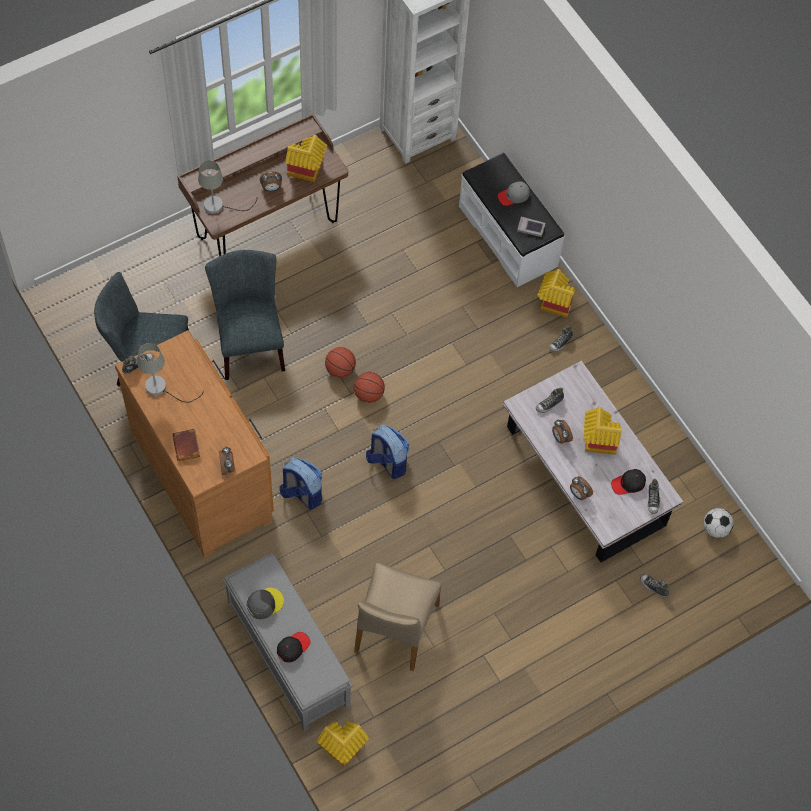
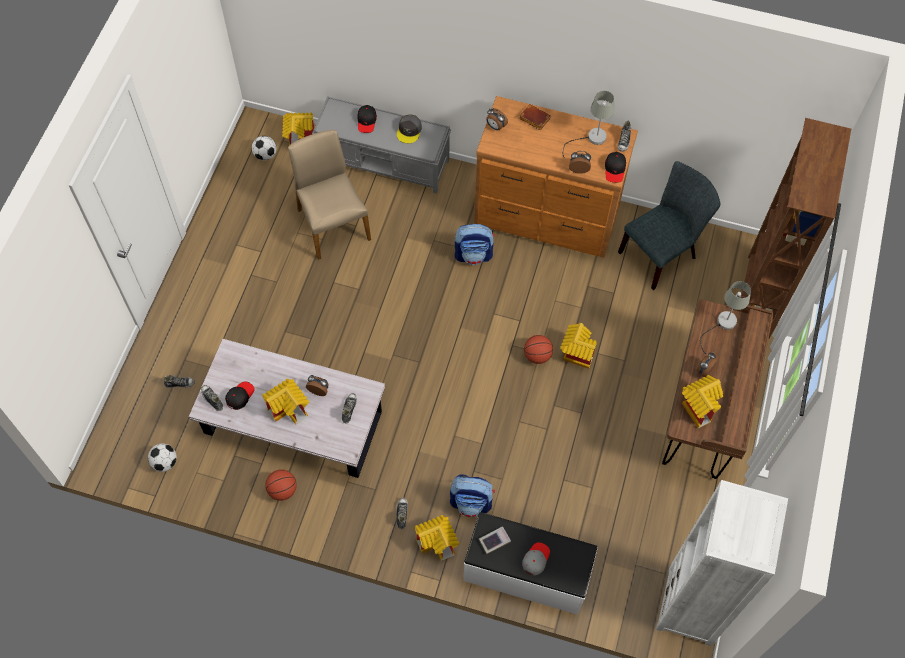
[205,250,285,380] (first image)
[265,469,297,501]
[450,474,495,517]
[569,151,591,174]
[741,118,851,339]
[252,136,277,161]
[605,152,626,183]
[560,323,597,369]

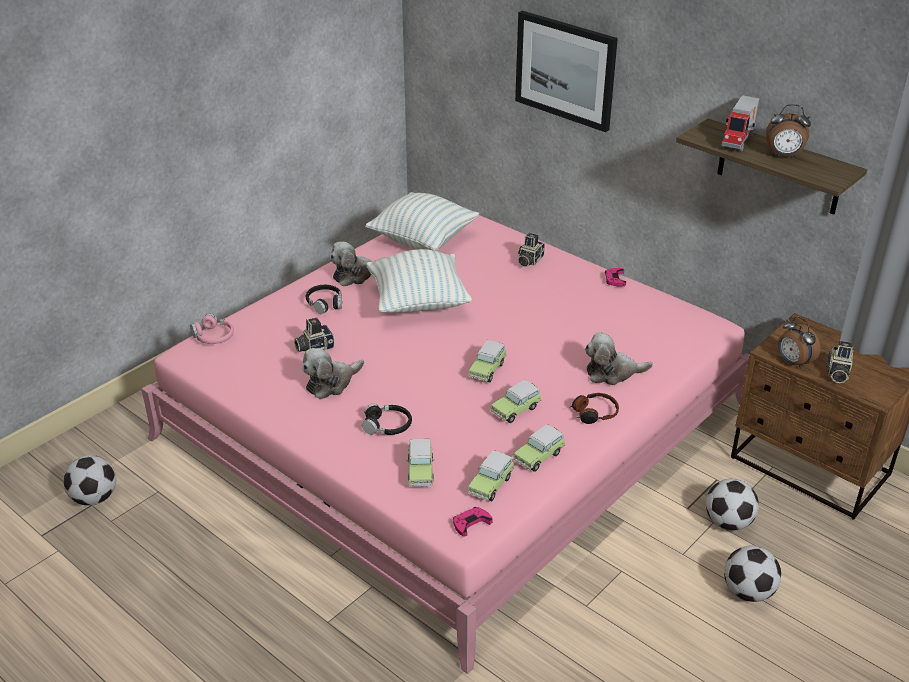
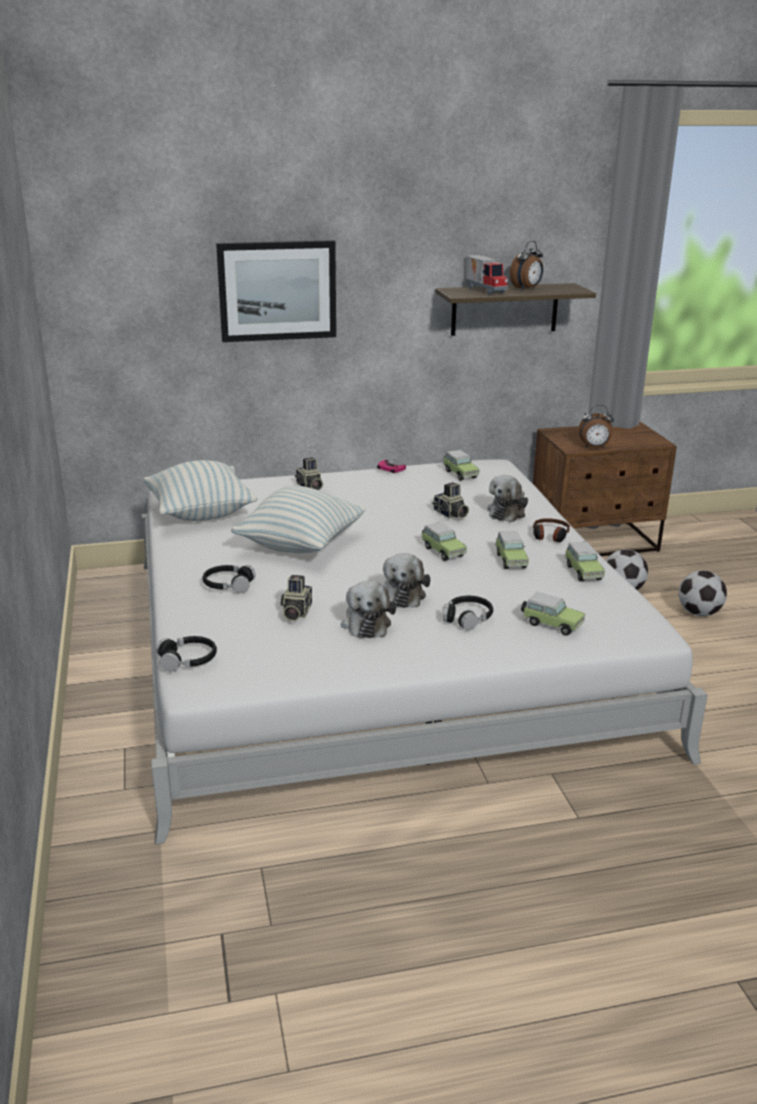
[142,459,708,845]
[383,553,430,608]
[156,636,217,672]
[432,482,469,519]
[443,450,479,481]
[63,455,116,506] (first image)
[453,507,493,536] (first image)

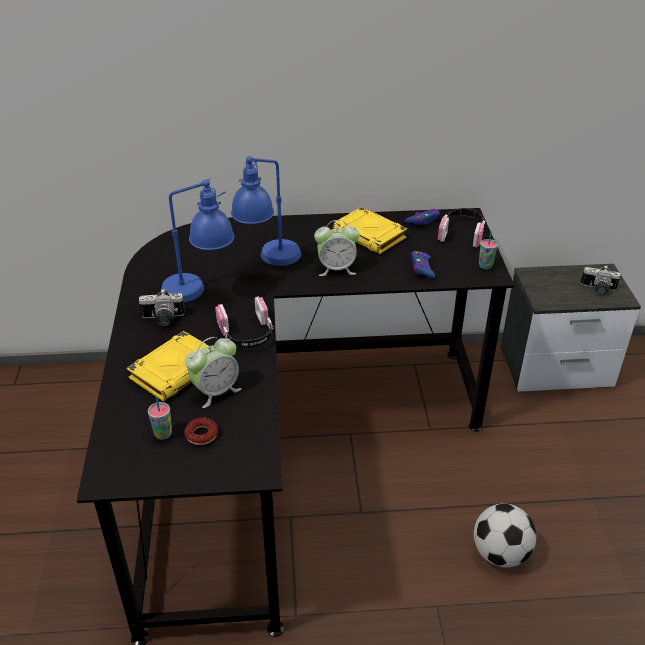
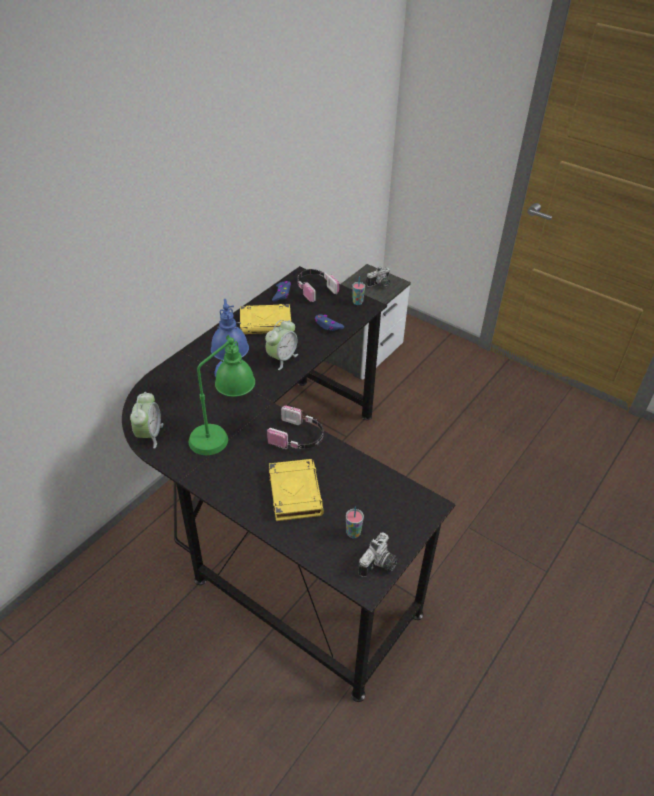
[189,335,255,455]
[358,533,398,577]
[130,392,163,448]
[184,417,218,445] (first image)
[474,503,536,568] (first image)

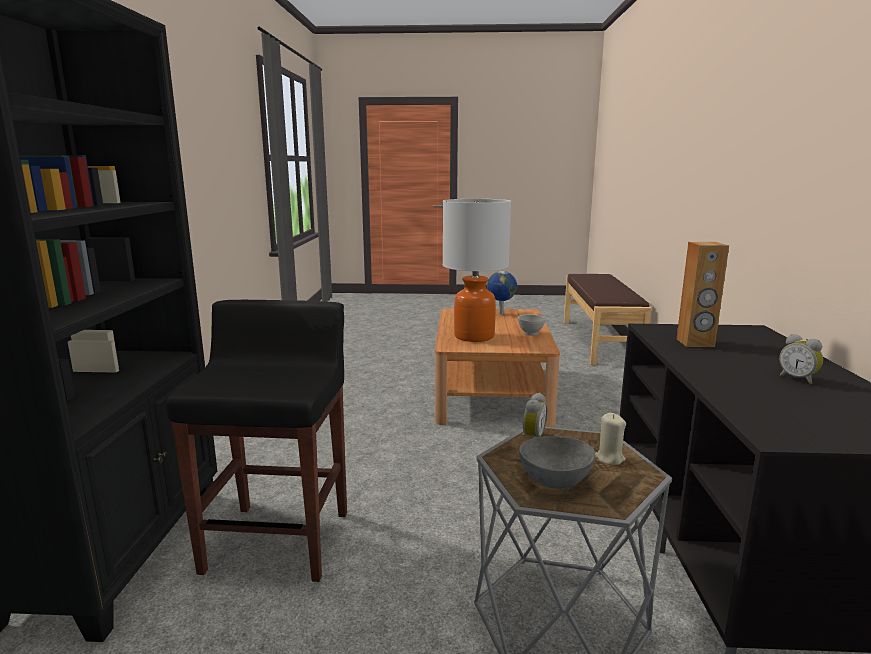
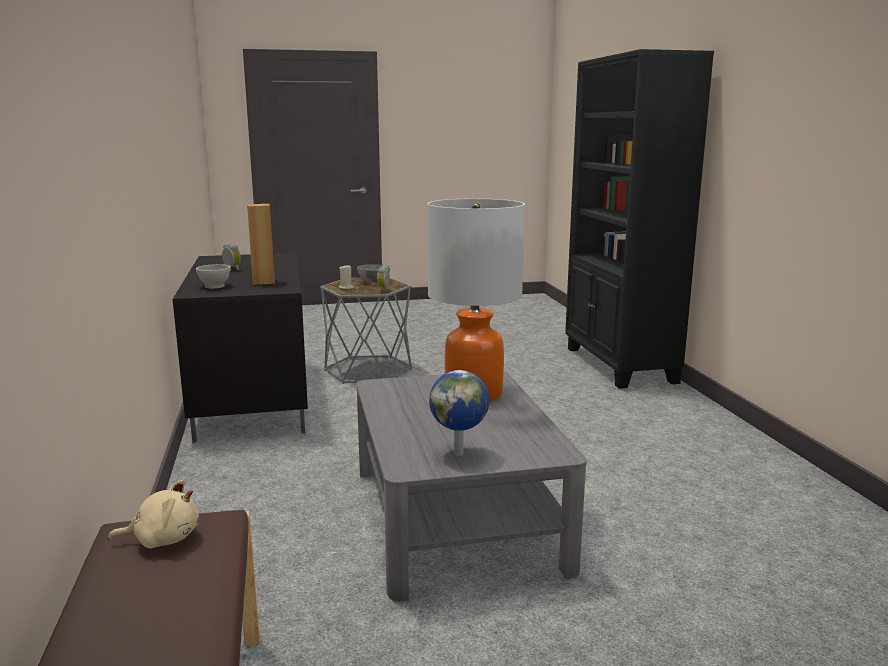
[166,300,347,582] (first image)
[356,371,587,602]
[196,264,231,289]
[108,480,199,548]

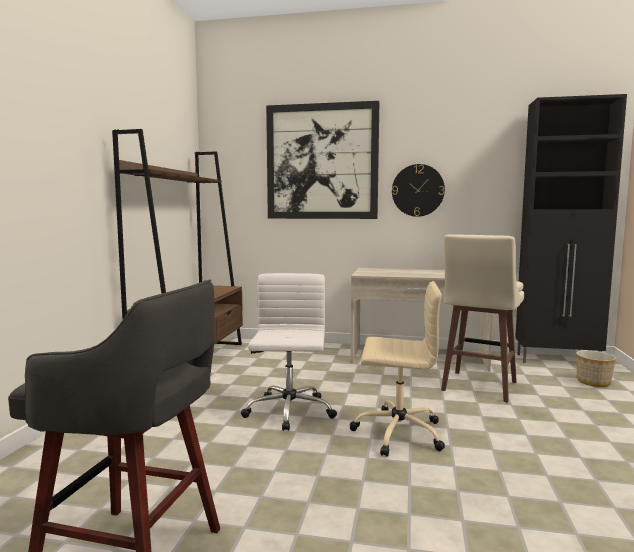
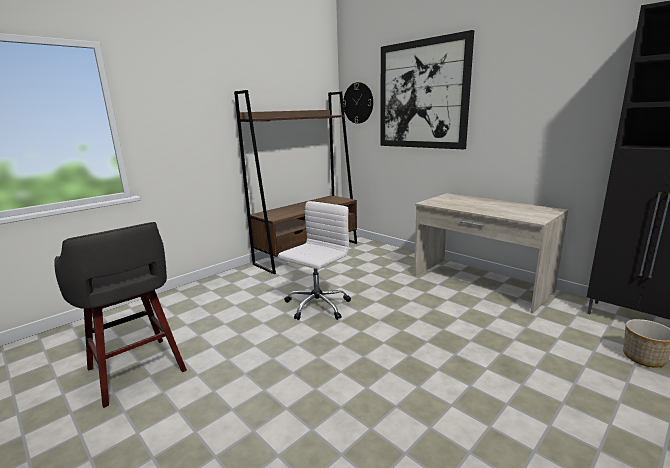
[343,82,373,124]
[441,234,524,403] (first image)
[350,281,445,457] (first image)

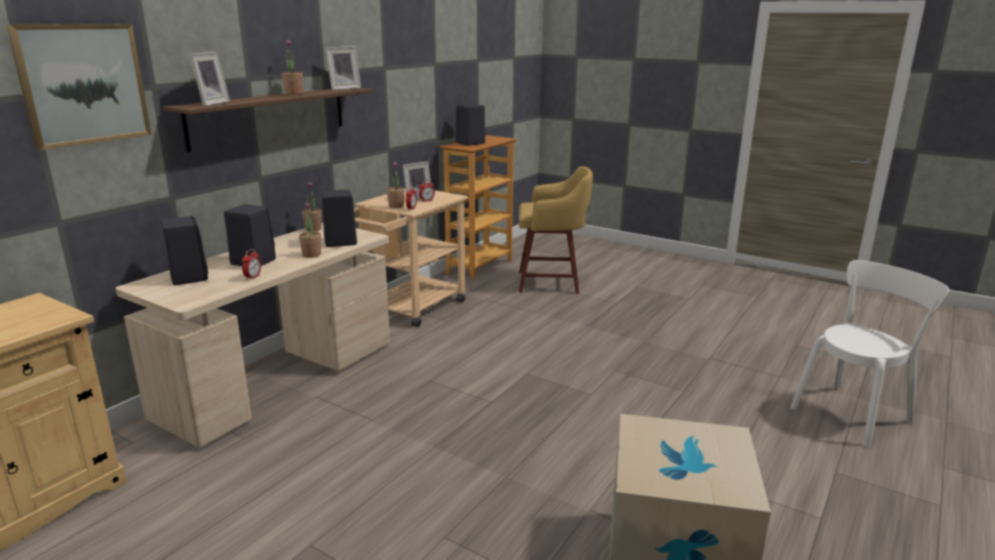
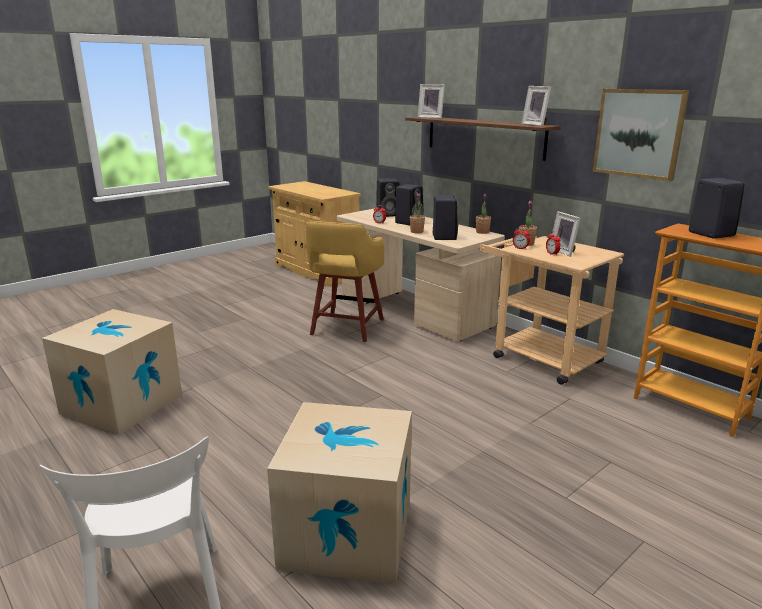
[593,89,689,181]
[281,40,303,95] (first image)
[306,221,384,342]
[267,402,412,585]

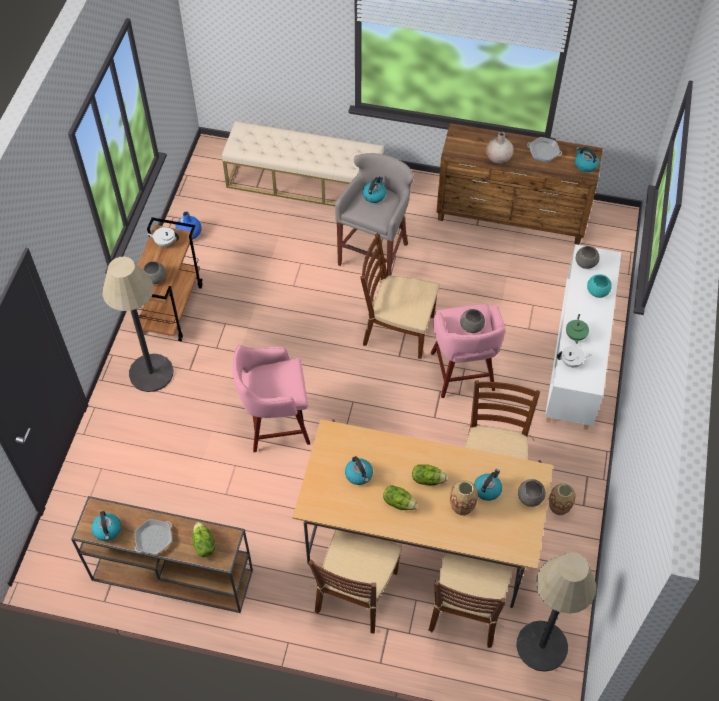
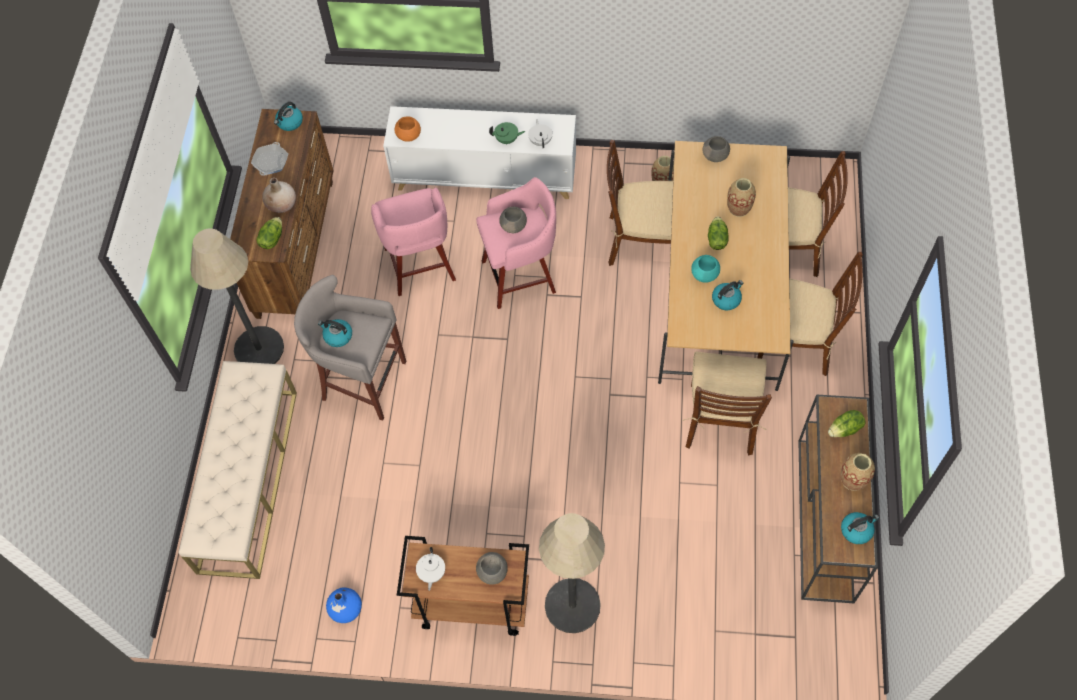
[682,352,772,455]
[395,116,421,142]
[691,255,720,283]
[371,188,456,296]
[474,469,502,501] (first image)
[256,217,282,249]
[841,453,875,491]
[190,229,284,364]

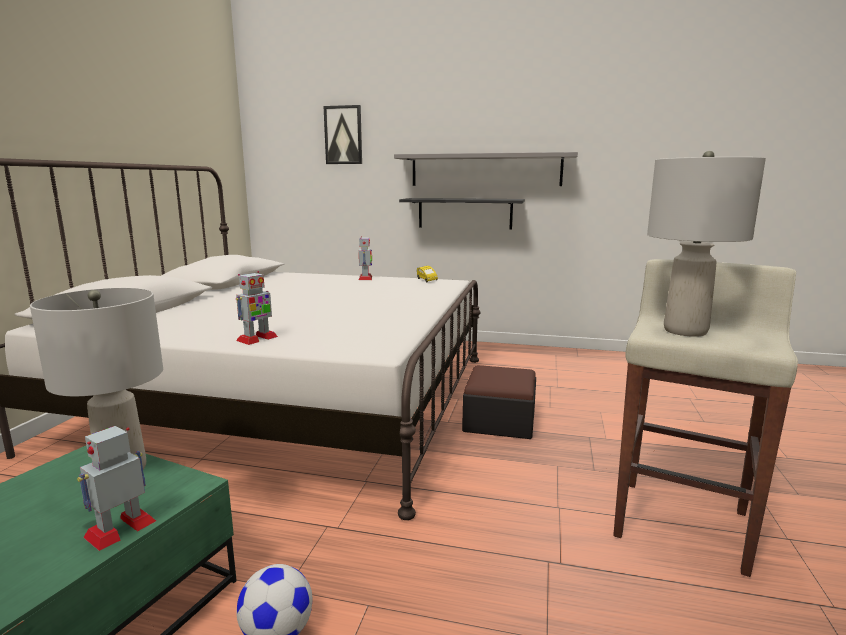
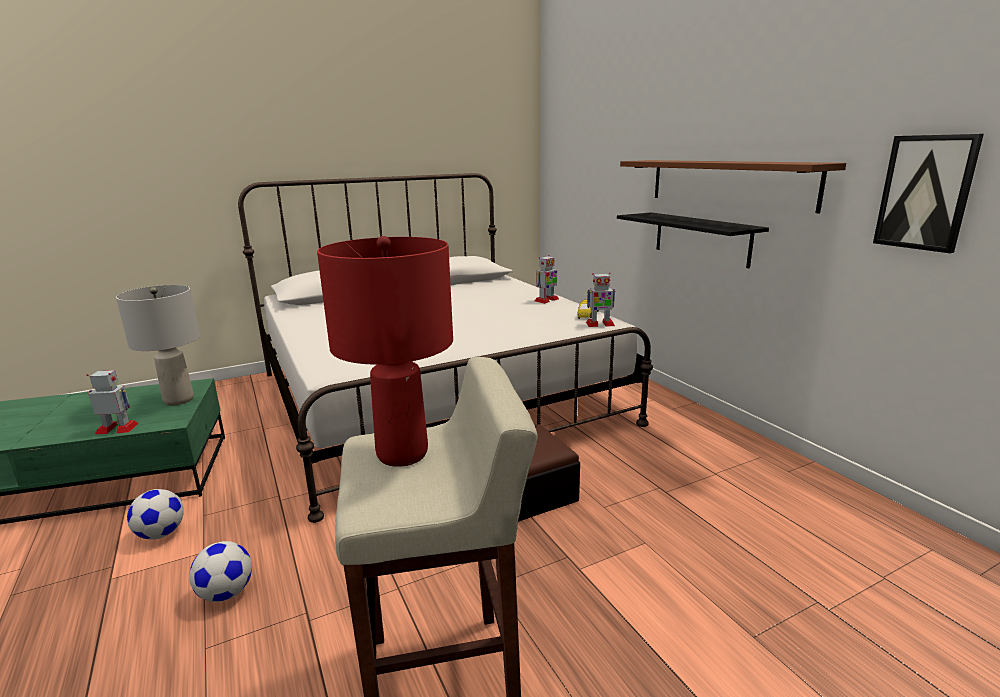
[873,134,984,253]
[317,236,453,467]
[620,160,846,214]
[586,273,616,327]
[189,541,252,602]

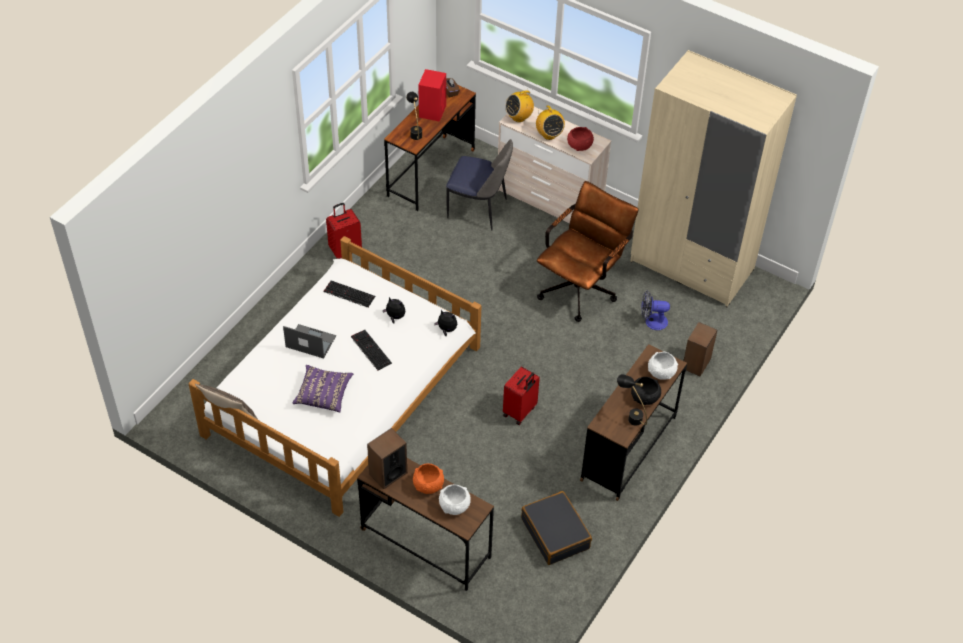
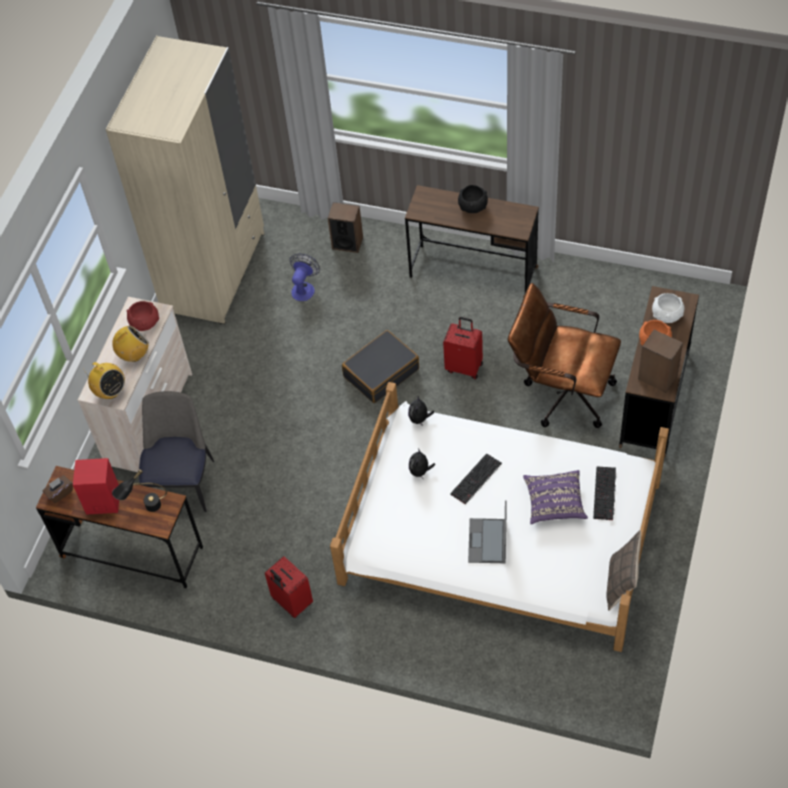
[507,283,621,428]
[593,466,616,520]
[290,253,320,301]
[648,352,678,380] (first image)
[617,374,647,426] (first image)
[342,330,419,403]

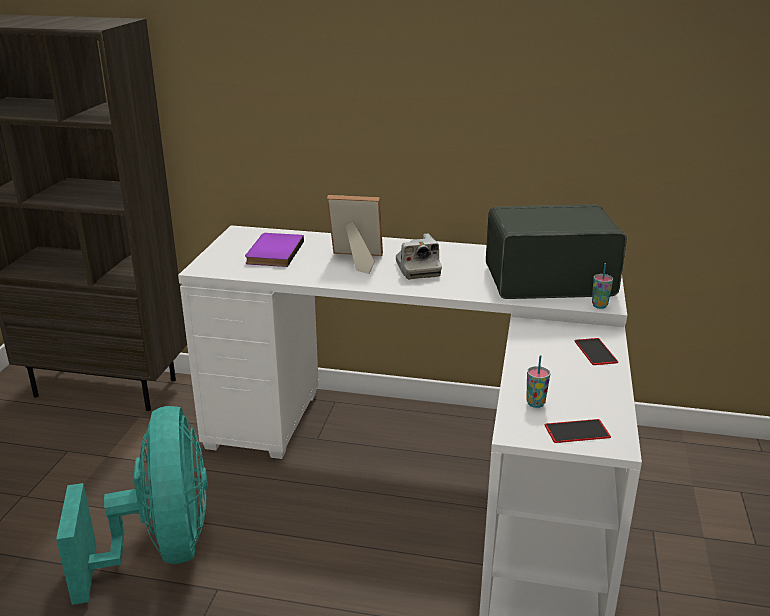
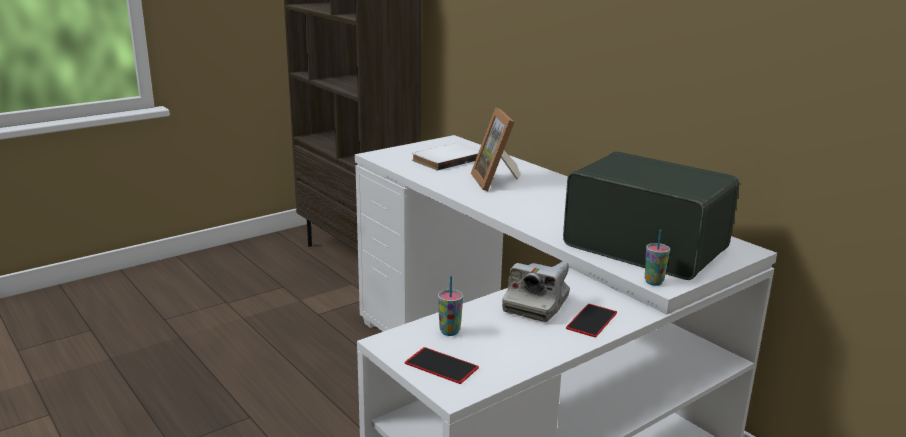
[471,107,521,191]
[412,143,479,170]
[502,261,570,322]
[56,406,208,605] (first image)

